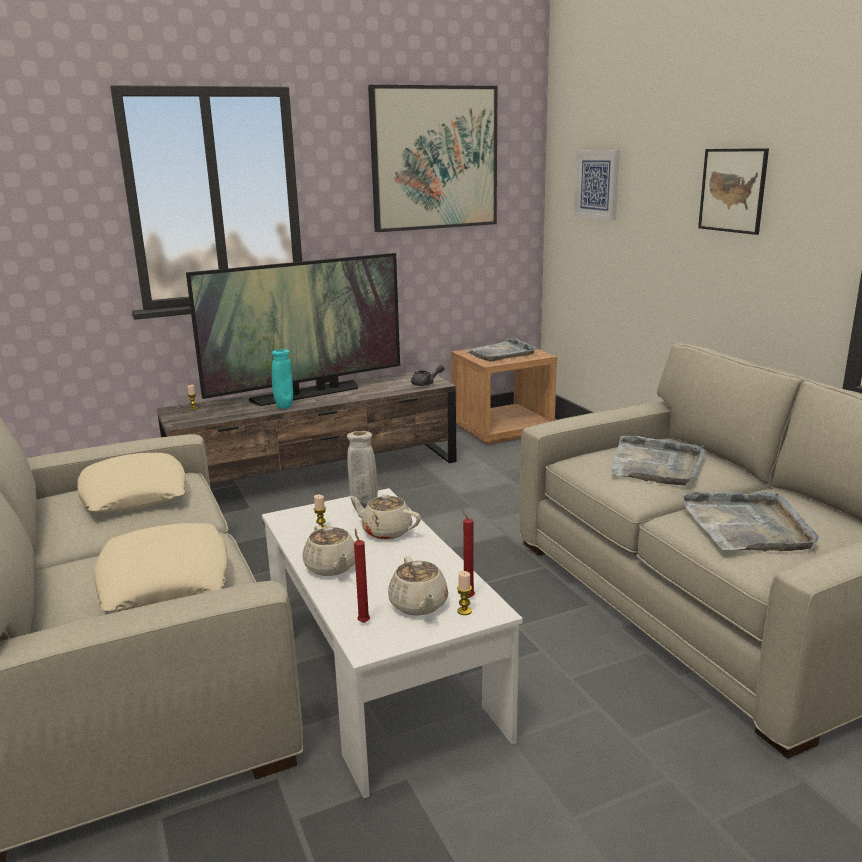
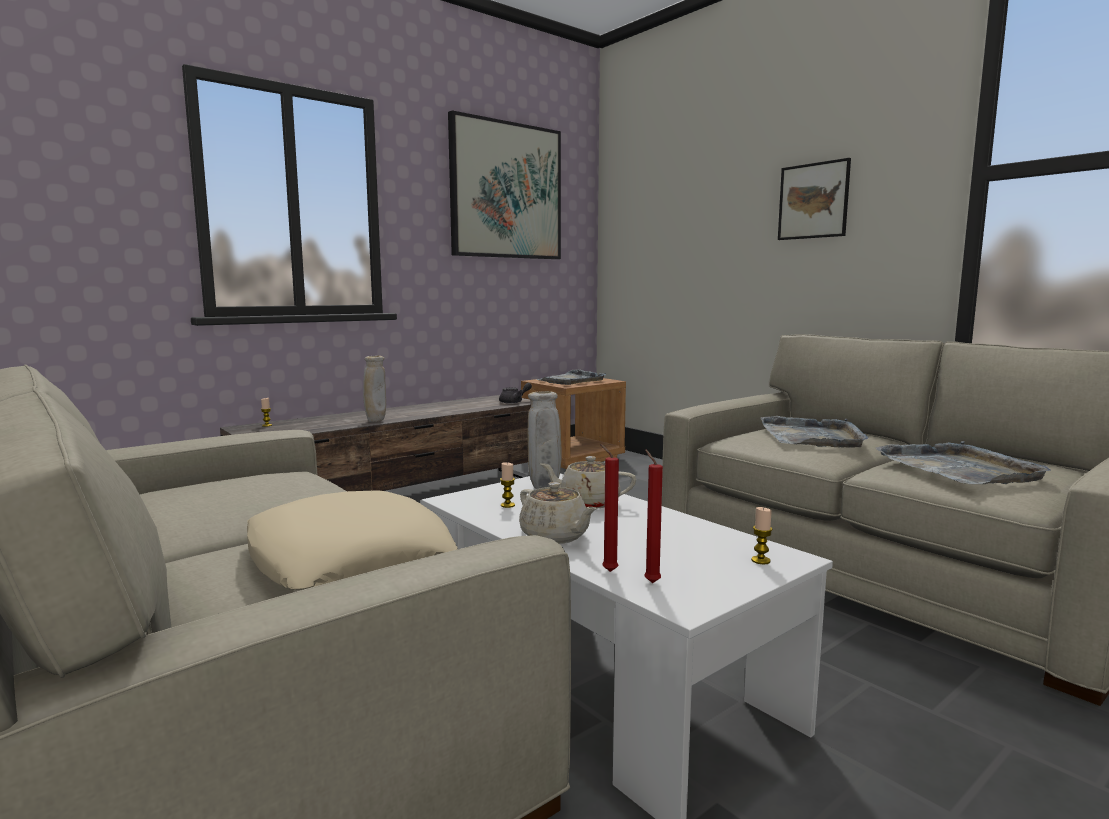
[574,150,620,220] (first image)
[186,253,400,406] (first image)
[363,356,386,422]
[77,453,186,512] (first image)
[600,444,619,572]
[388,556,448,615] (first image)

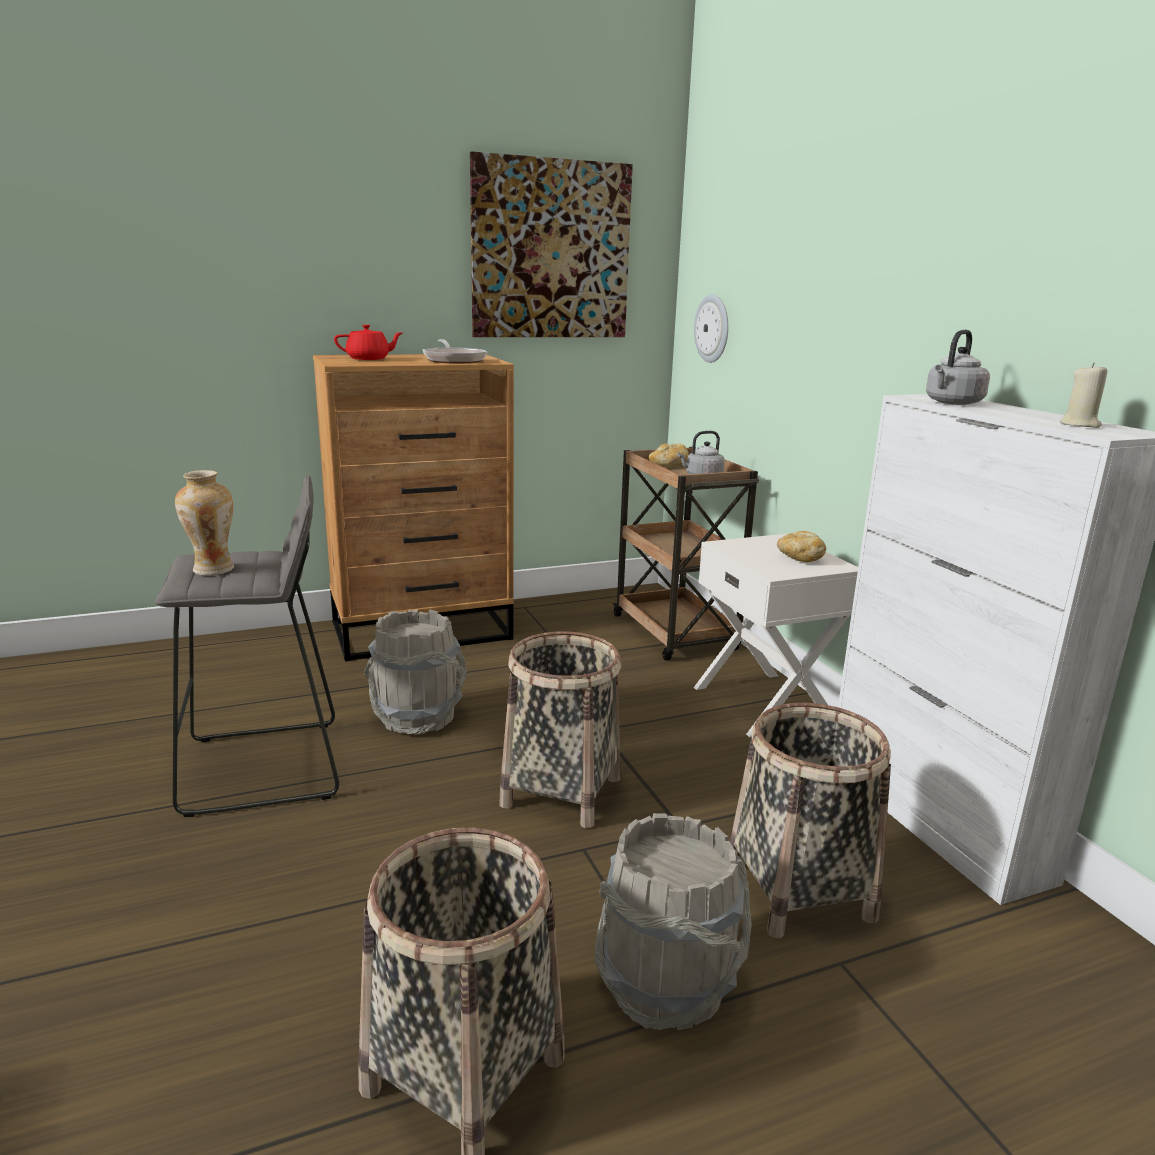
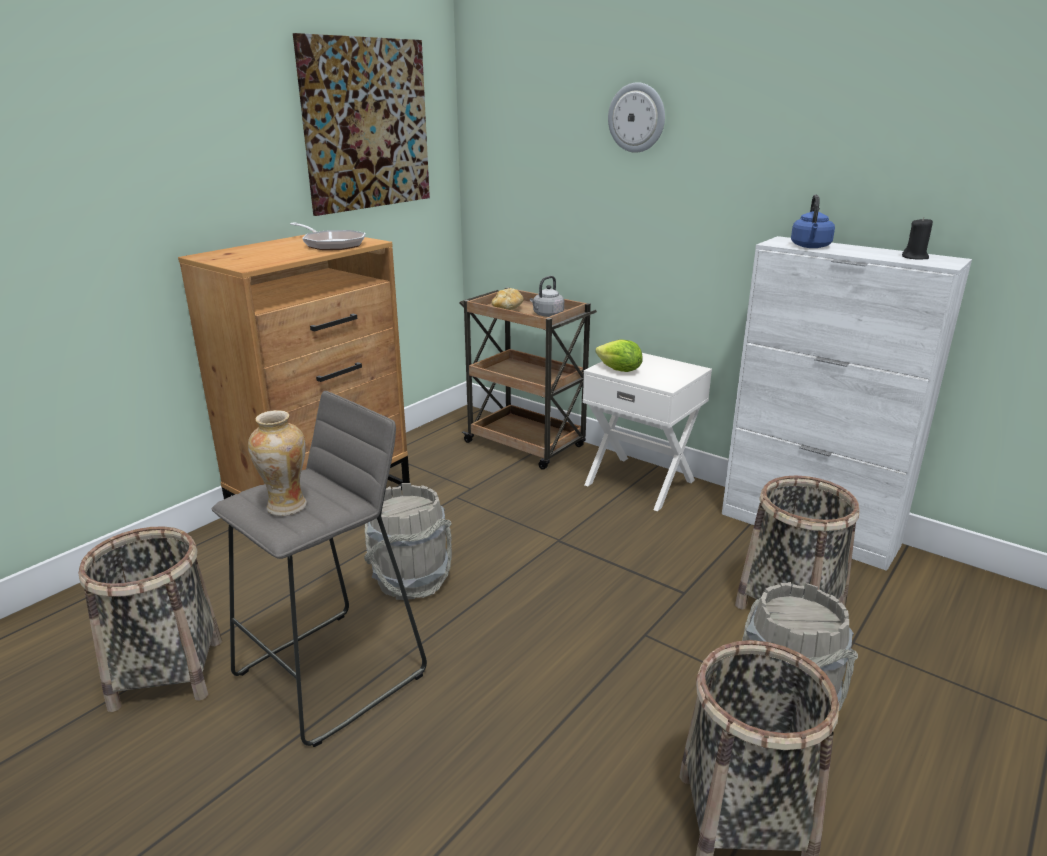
[608,82,665,153]
[334,325,404,360] (first image)
[791,194,835,248]
[902,217,933,260]
[777,531,826,562] (first image)
[78,527,222,712]
[595,339,642,372]

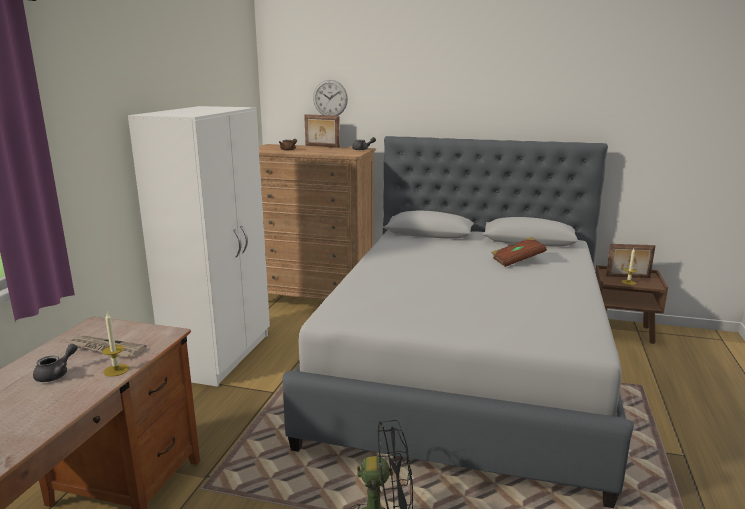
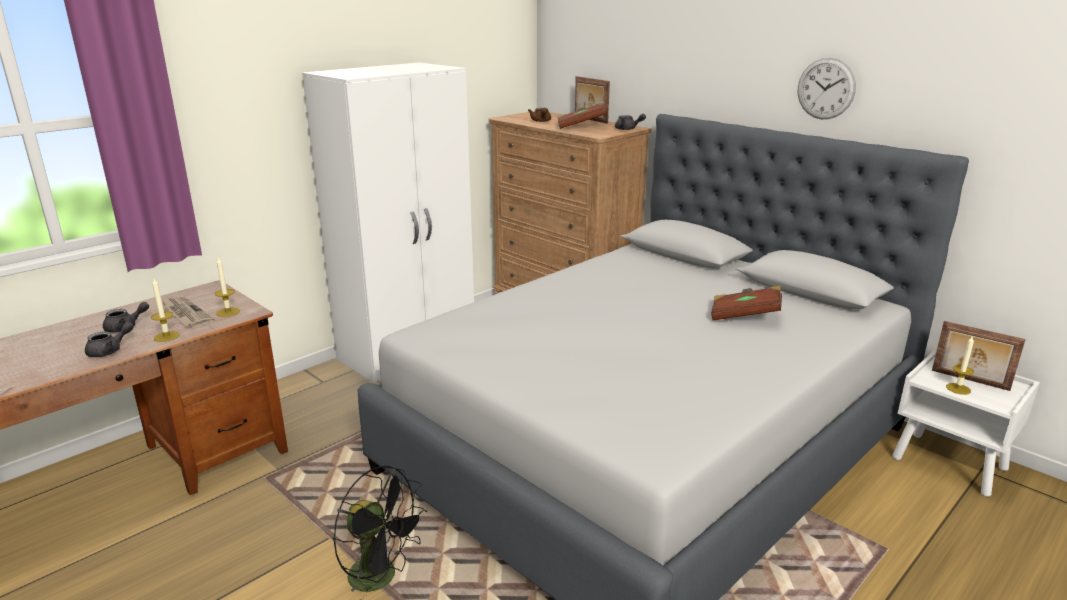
[798,58,856,119]
[892,350,1040,497]
[557,102,608,129]
[215,257,240,317]
[85,322,134,357]

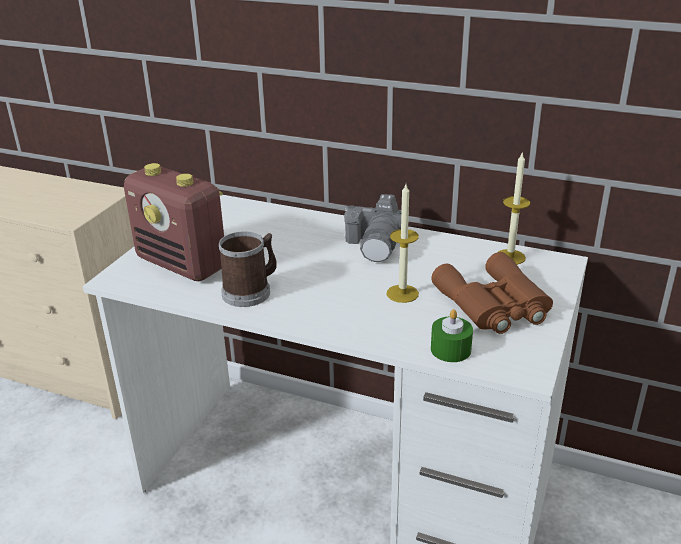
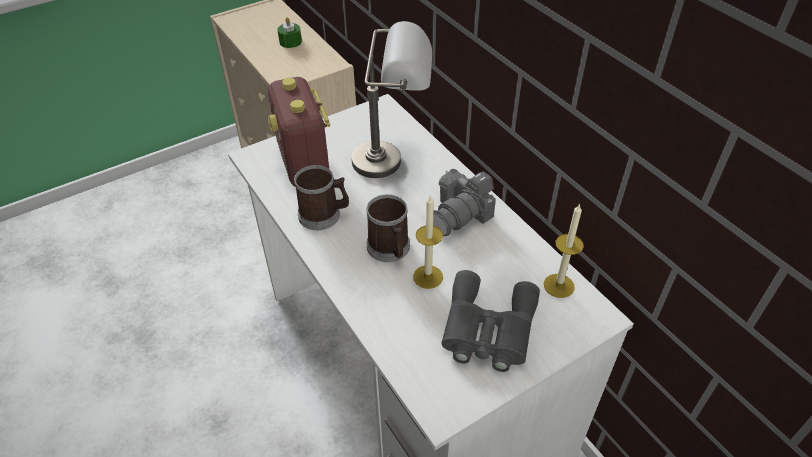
[441,270,540,372]
[277,17,302,48]
[352,21,432,178]
[367,194,410,262]

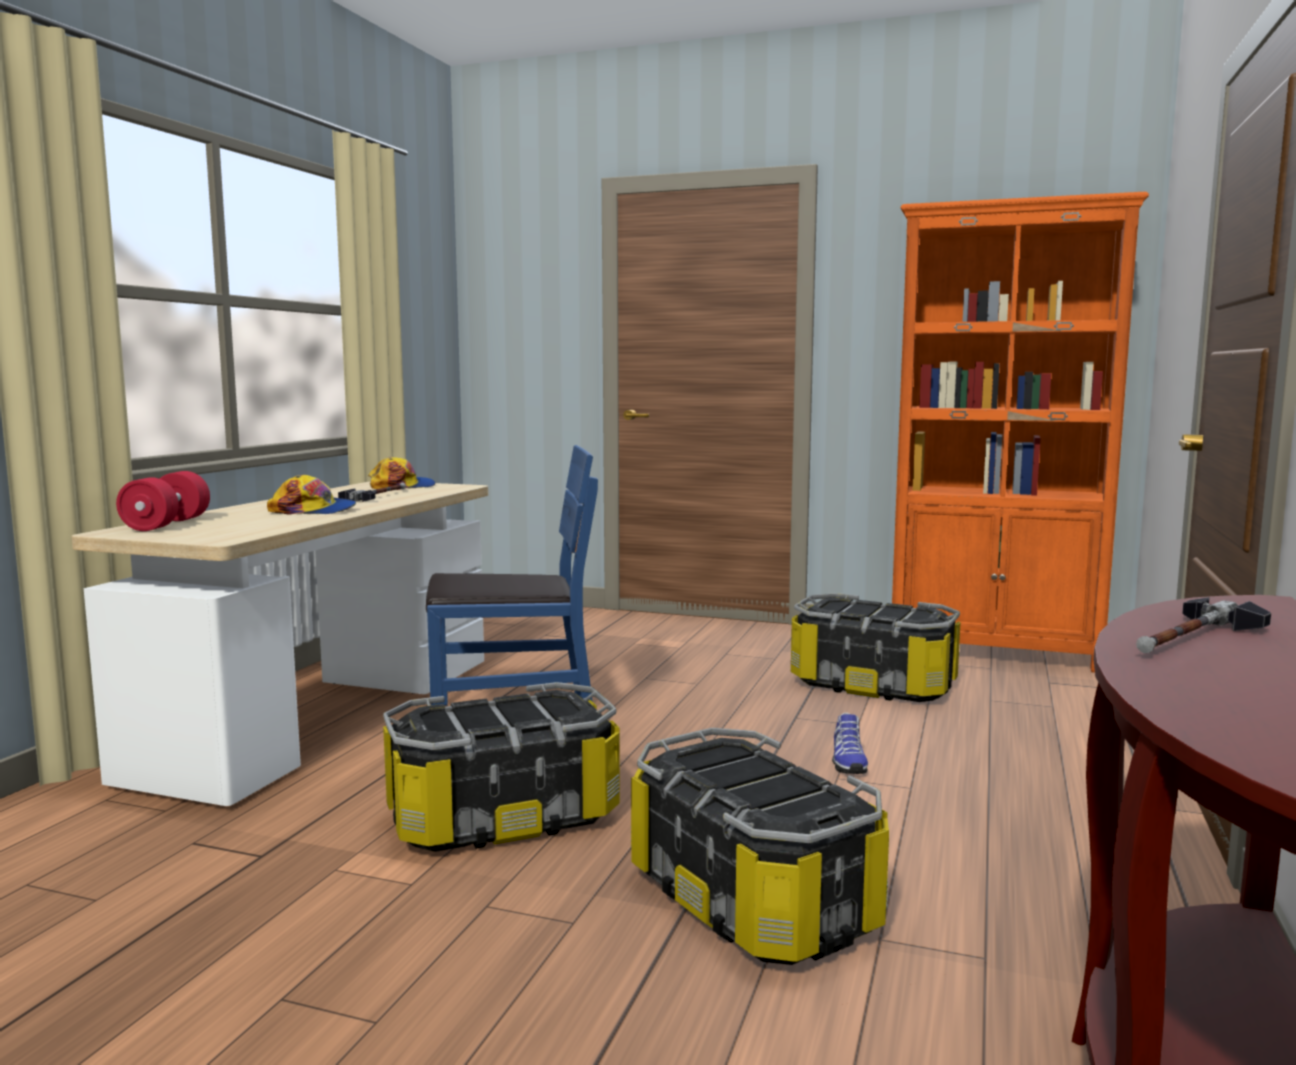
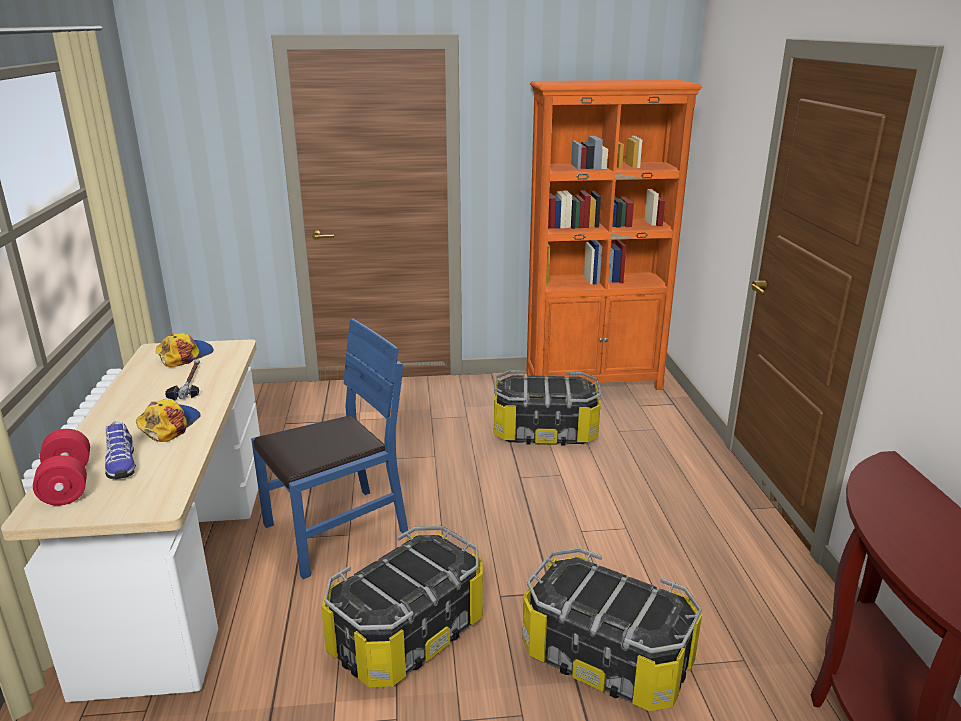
[136,399,201,442]
[1136,597,1271,653] (first image)
[105,420,136,479]

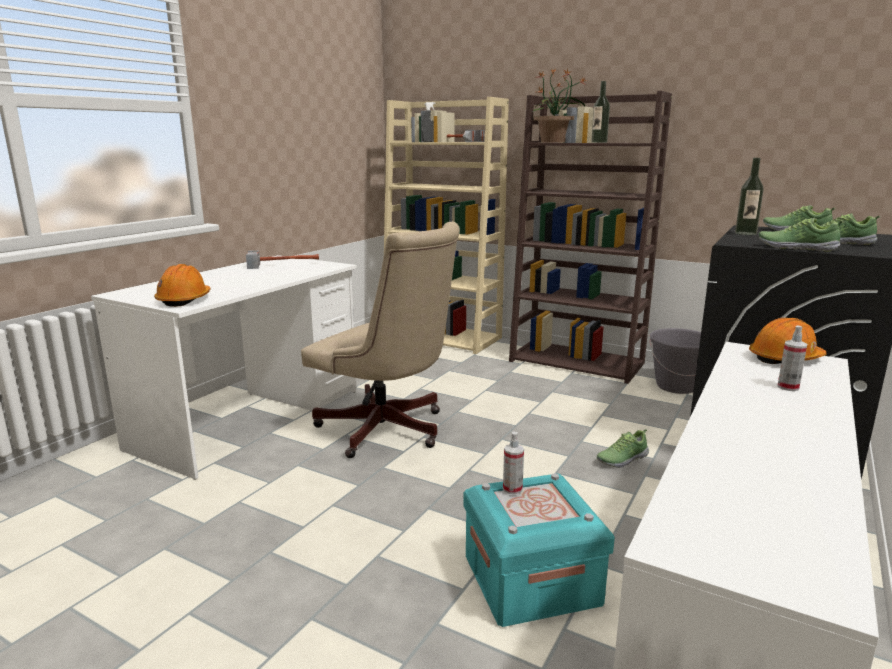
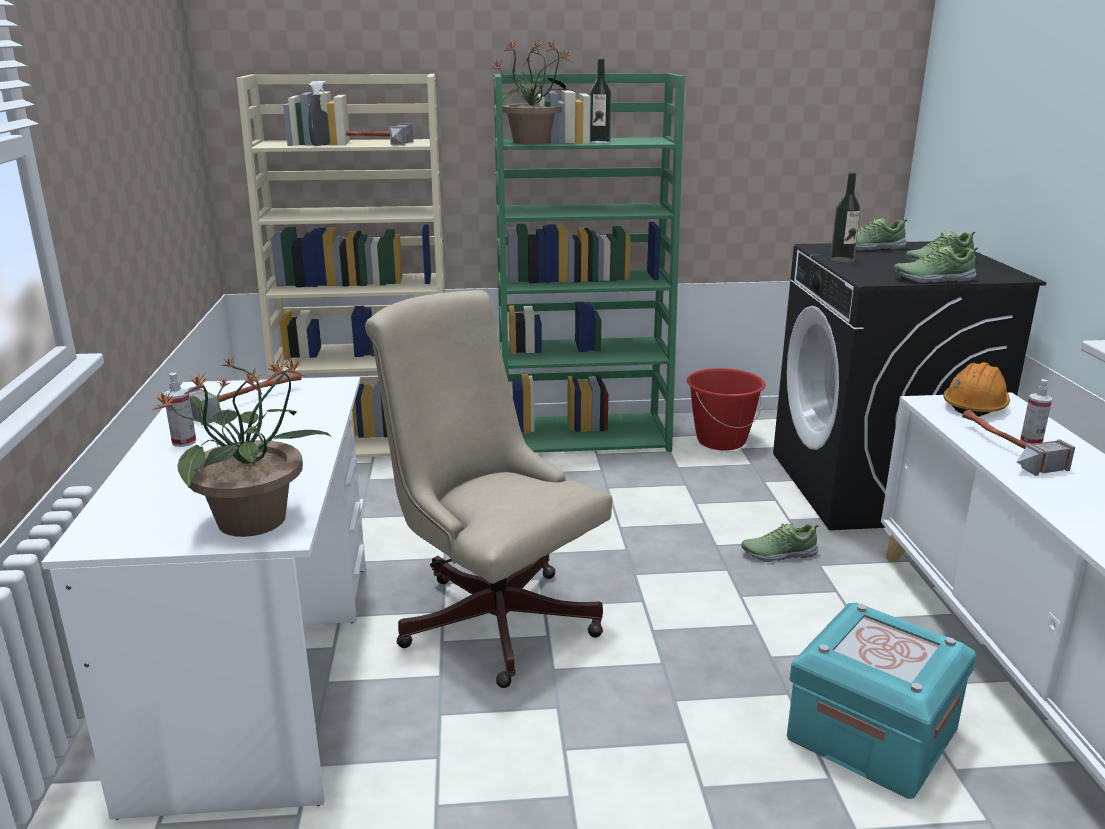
[493,73,685,453]
[365,290,612,688]
[152,357,332,537]
[687,368,765,450]
[741,523,819,562]
[164,372,196,447]
[962,410,1075,476]

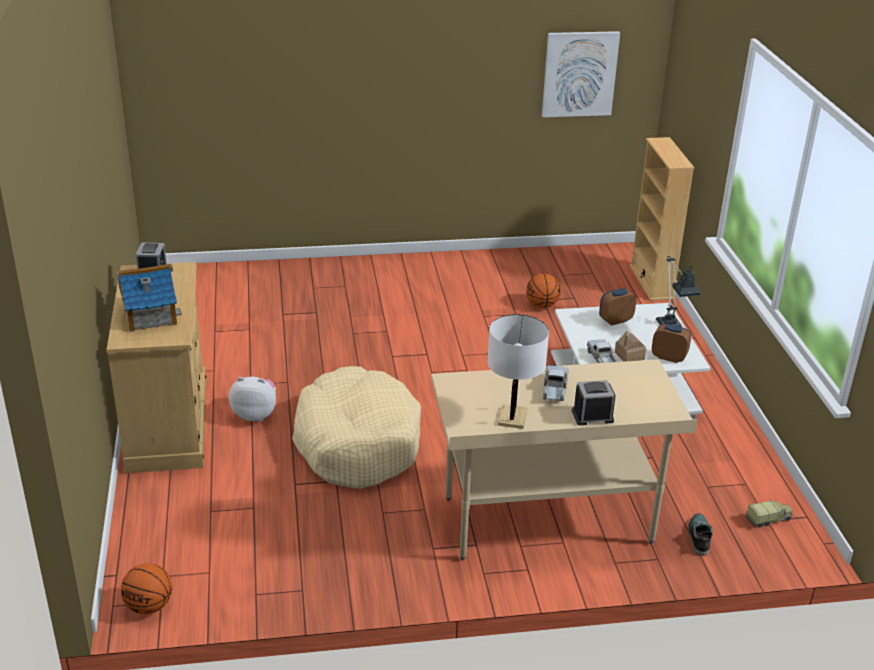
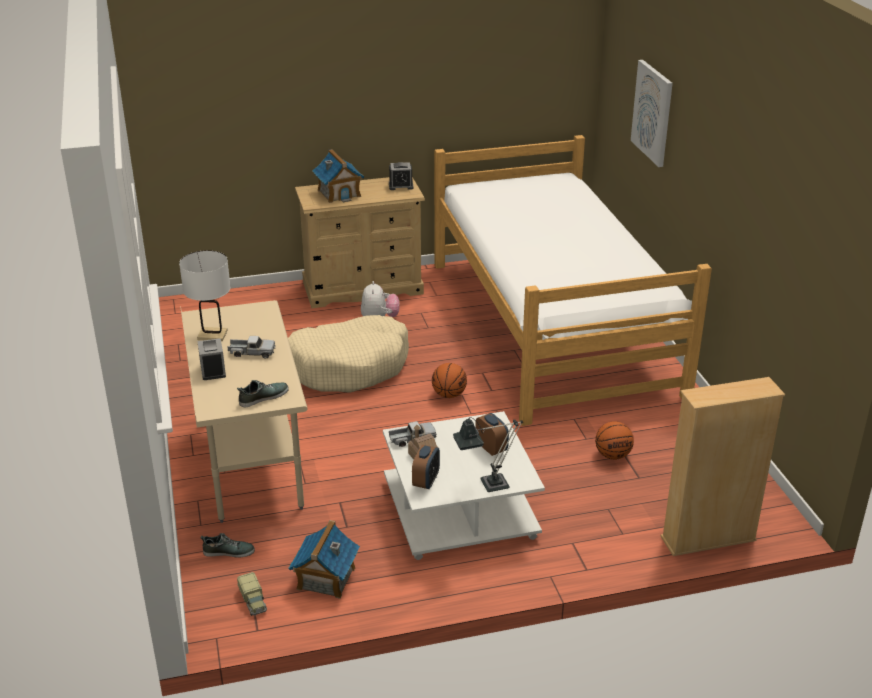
[631,60,673,167]
[432,363,467,398]
[434,135,712,426]
[237,380,289,407]
[289,520,360,599]

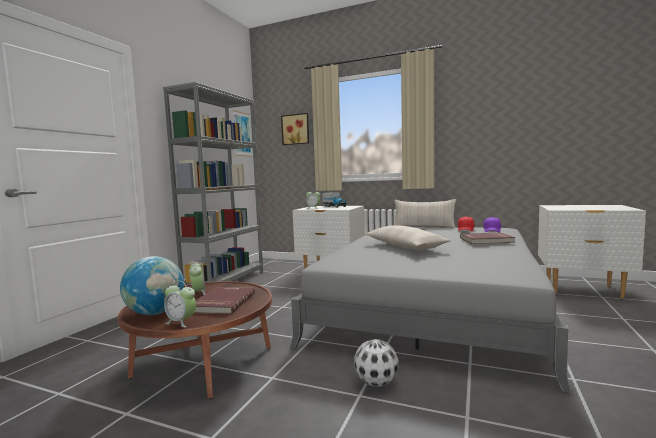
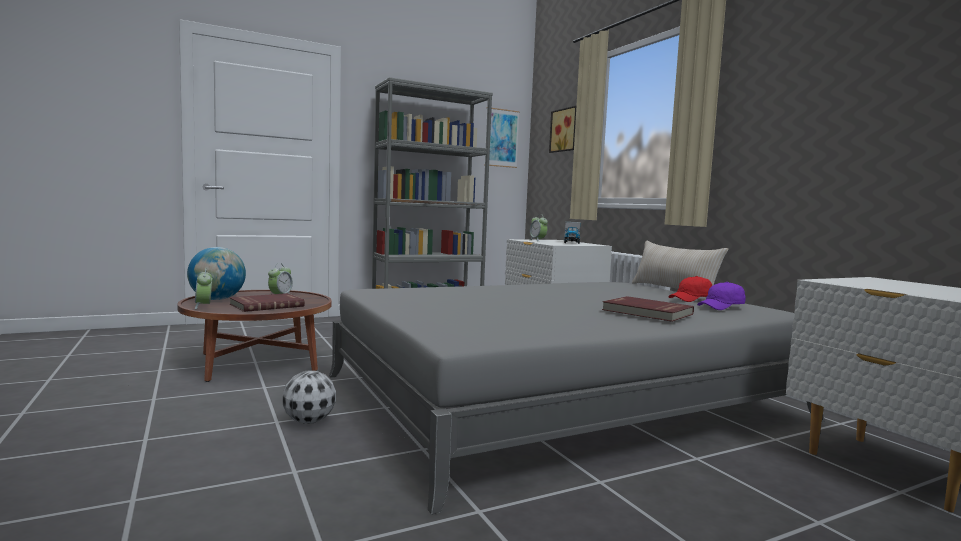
[365,225,451,250] (first image)

